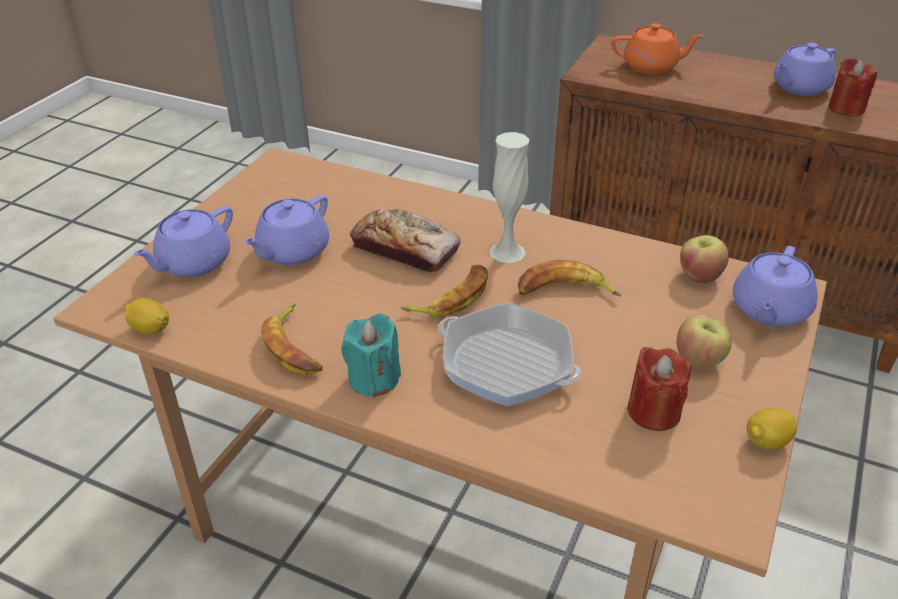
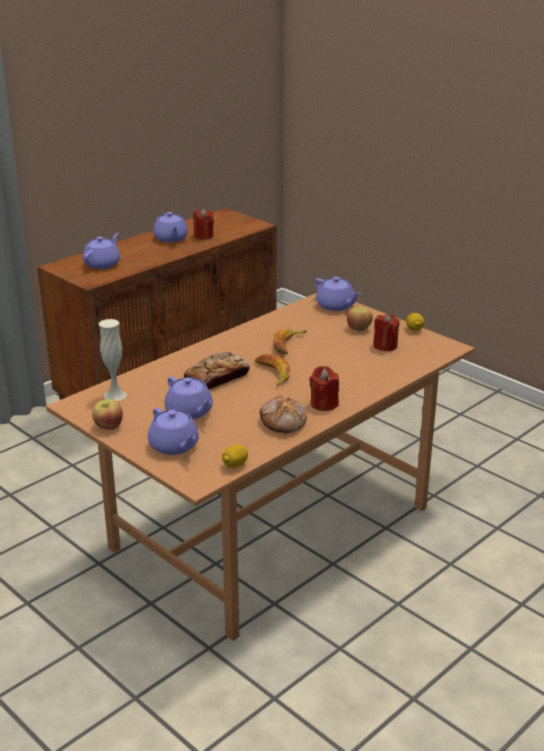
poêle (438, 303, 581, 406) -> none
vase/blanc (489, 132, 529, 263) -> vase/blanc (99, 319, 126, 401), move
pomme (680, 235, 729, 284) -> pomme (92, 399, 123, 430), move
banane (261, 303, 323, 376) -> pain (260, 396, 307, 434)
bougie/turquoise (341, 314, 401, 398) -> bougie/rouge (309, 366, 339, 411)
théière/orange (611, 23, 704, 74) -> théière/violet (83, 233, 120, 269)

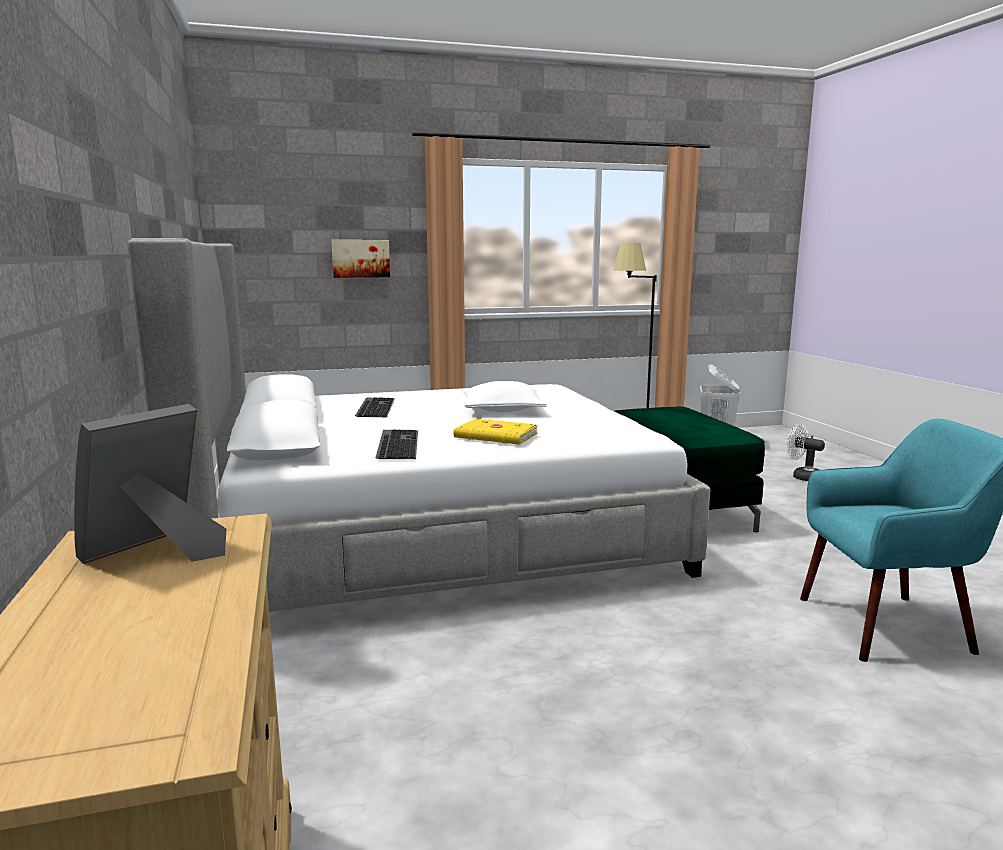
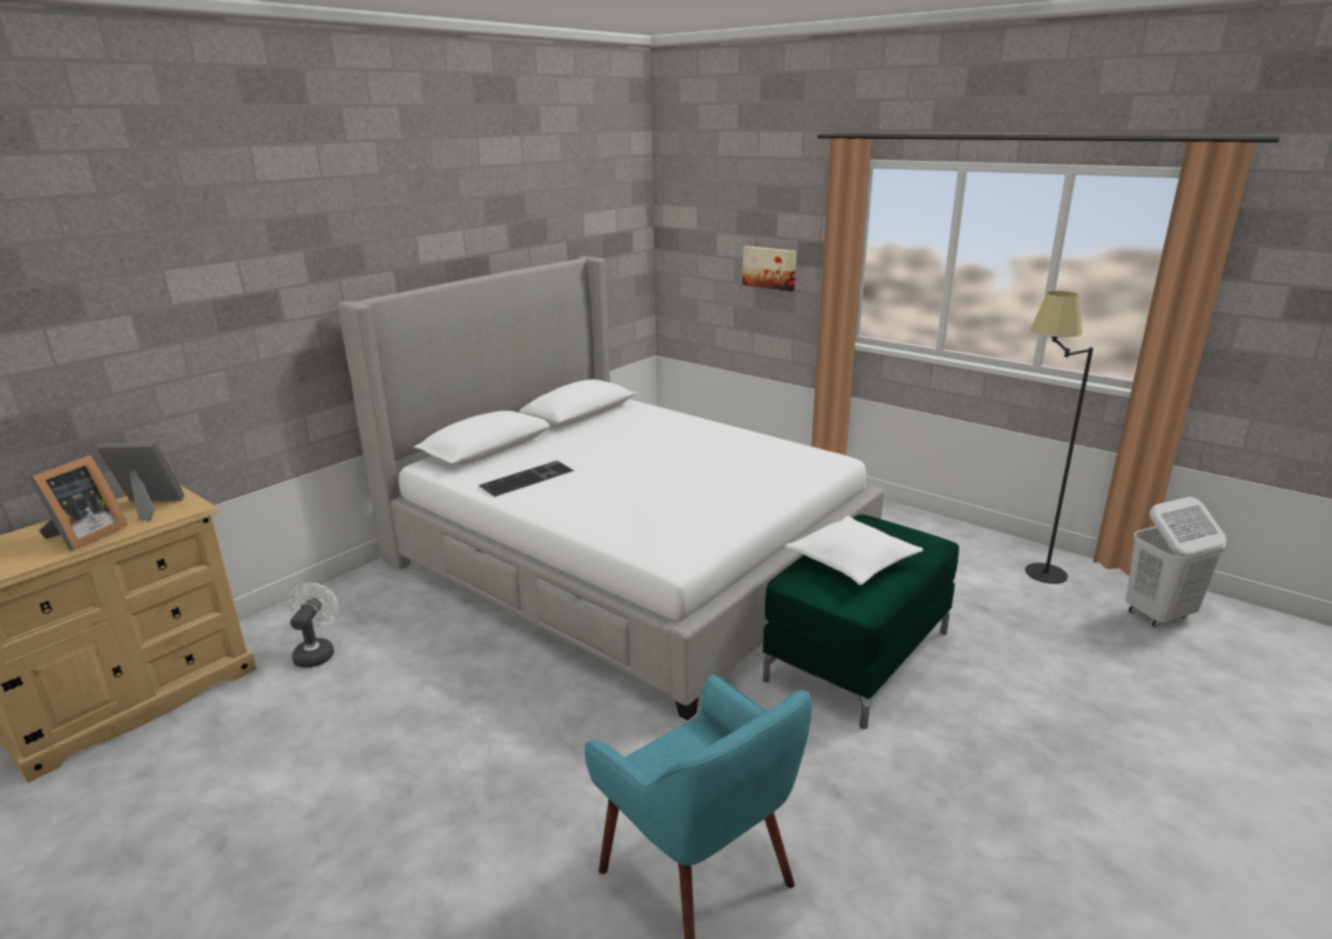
clavier (355, 397, 395, 417) -> none
livre/jaune (454, 419, 538, 445) -> none
none -> cadre photo (28, 455, 128, 551)
coussin/blanc (462, 381, 547, 412) -> coussin/blanc (785, 516, 923, 585), move
ventilateur/blanc (787, 424, 825, 481) -> ventilateur/blanc (289, 583, 339, 668), move

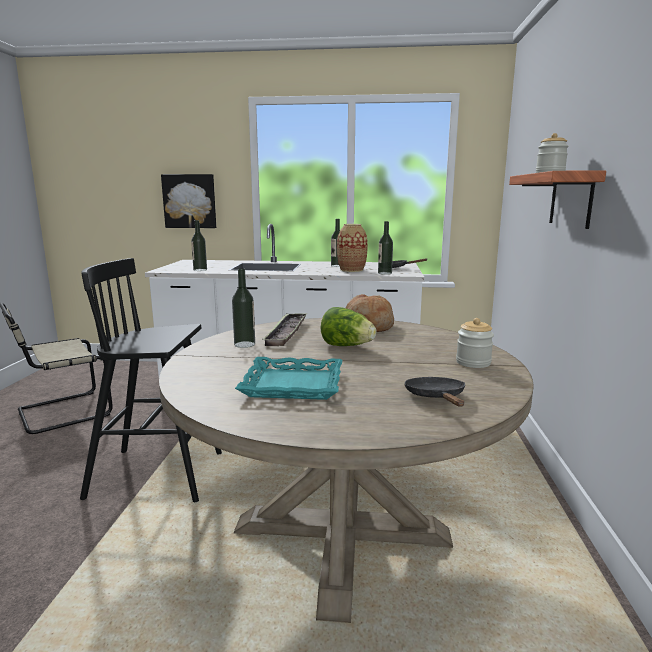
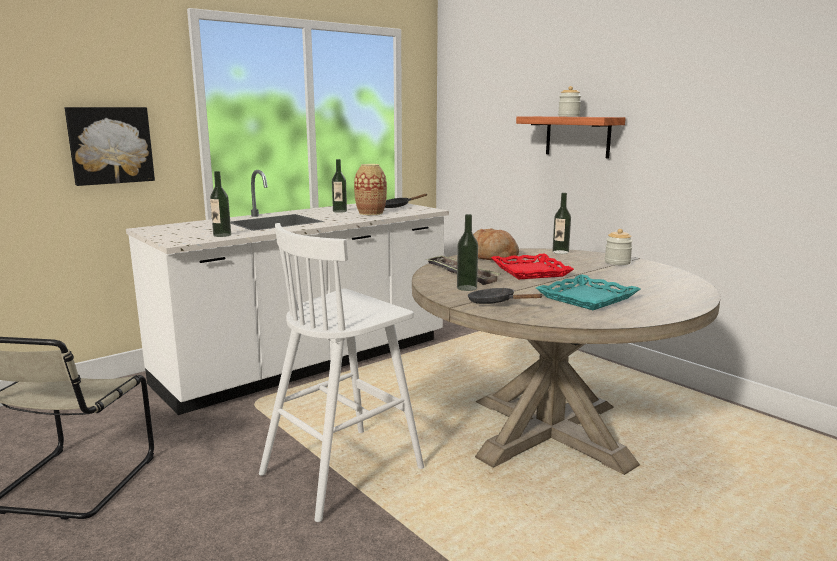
bouteille (378, 221, 393, 275) -> bouteille (552, 193, 571, 254), move
poêle/noir (404, 377, 465, 407) -> poêle/noir (468, 288, 542, 304), move
laitue (321, 307, 376, 346) -> plateau/rouge (491, 254, 574, 279)
tabouret/noir (80, 258, 222, 502) -> tabouret/blanc (259, 223, 424, 522)

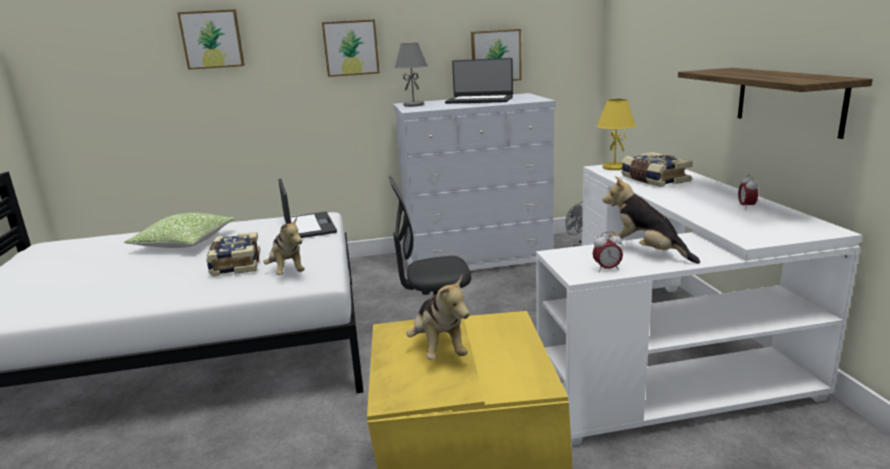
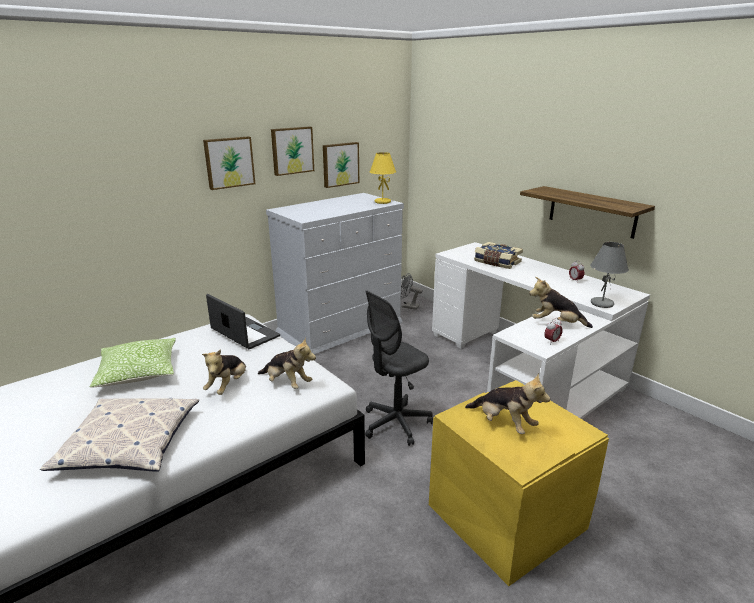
ordinateur portable (445, 58, 513, 104) -> none
none -> coussin (40, 398, 199, 472)
tableau (177, 9, 245, 70) -> tableau (271, 127, 314, 176), move
lampe de table/gris (395, 43, 428, 107) -> lampe de table/gris (590, 242, 629, 308), move
lampe de table/jaune (597, 99, 636, 170) -> lampe de table/jaune (370, 152, 396, 204), move
livre (206, 232, 260, 277) -> peluche (202, 349, 246, 395)

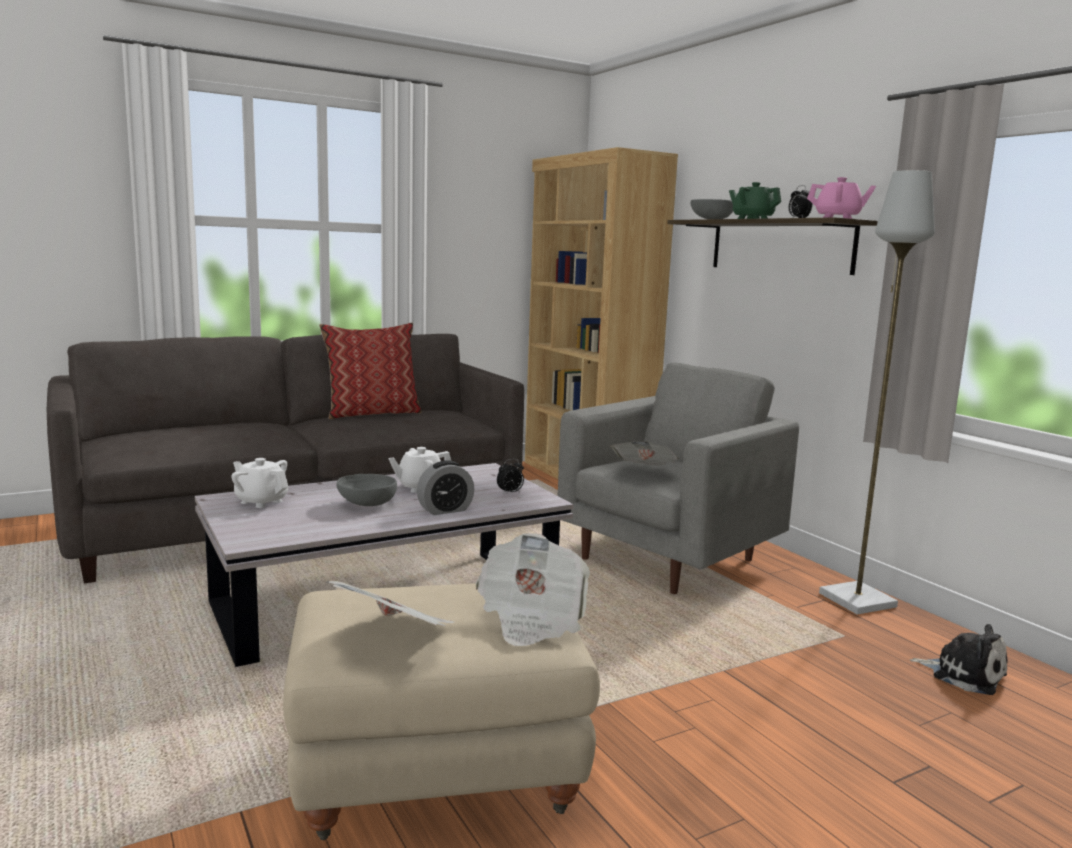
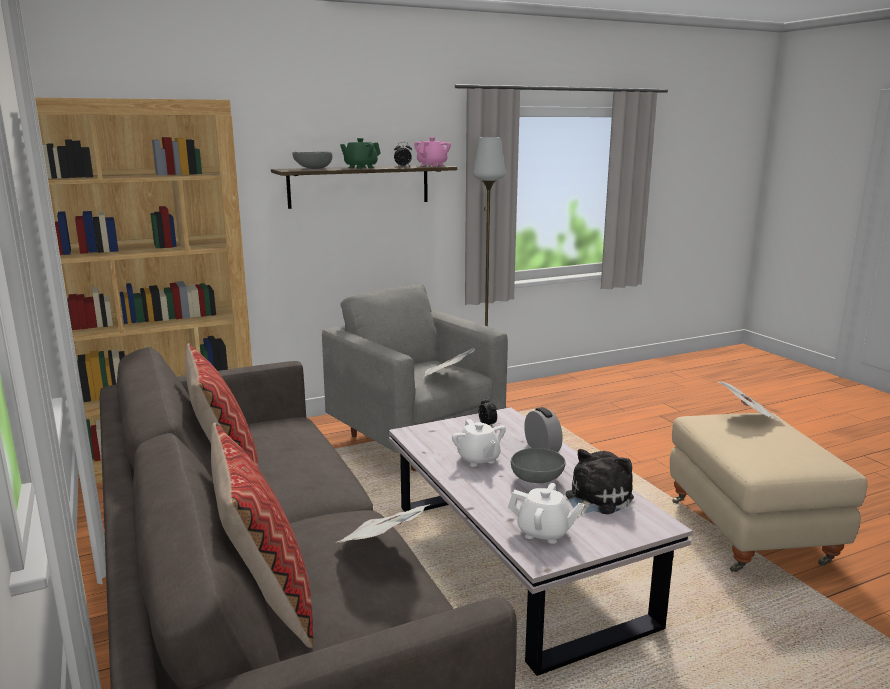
none -> coussin (211, 423, 314, 648)
journal (325, 581, 454, 626) -> journal (335, 504, 431, 543), move
peluche (910, 624, 1008, 695) -> peluche (565, 449, 634, 518), move
théière/blanc (231, 458, 288, 508) -> théière/blanc (508, 483, 584, 544), 105 degrees counterclockwise

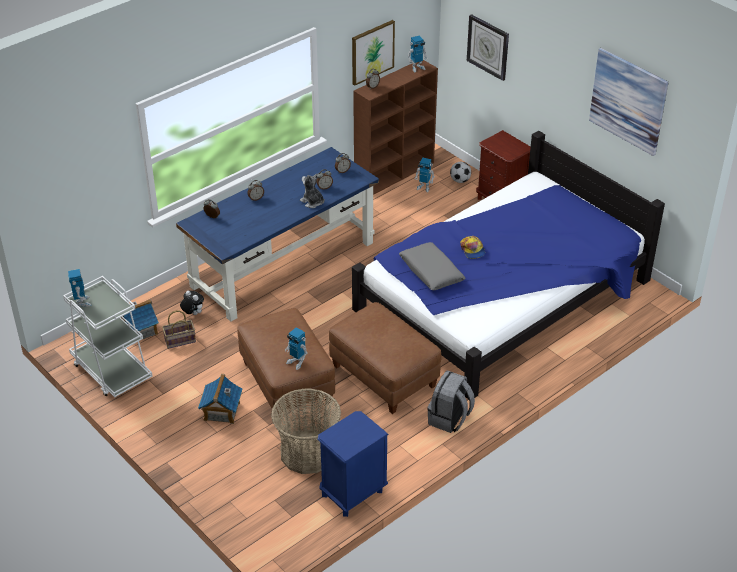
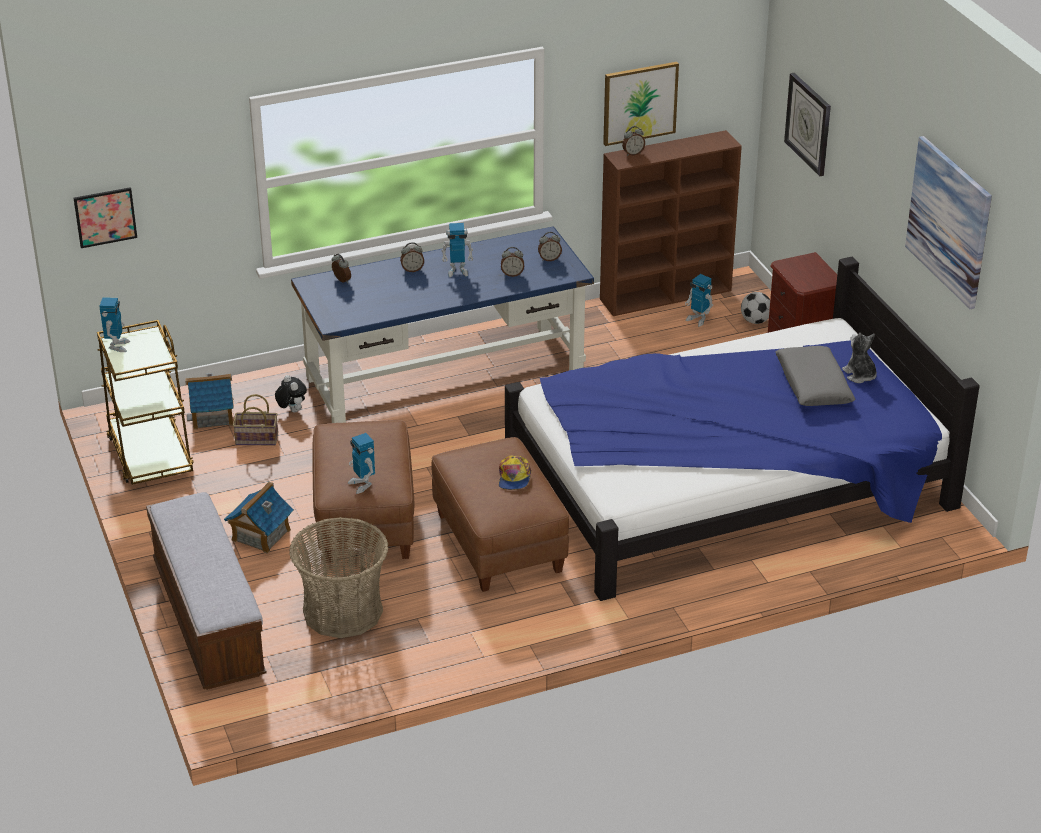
table de chevet/bleu (318, 411, 389, 517) -> none
sac à dos/gris (427, 370, 475, 433) -> none
none -> tableau (74, 187, 137, 248)
none -> banc (146, 492, 267, 690)
peluche (300, 174, 325, 208) -> peluche (842, 333, 877, 383), move
coussin/gris (399, 242, 466, 290) -> coussin/gris (776, 346, 856, 406), move
robot jouet (408, 36, 428, 72) -> robot jouet (442, 223, 473, 277), move
casquette (460, 236, 485, 259) -> casquette (499, 455, 532, 490), move
chariot/blanc (63, 276, 152, 398) -> chariot/marron (97, 320, 194, 485)

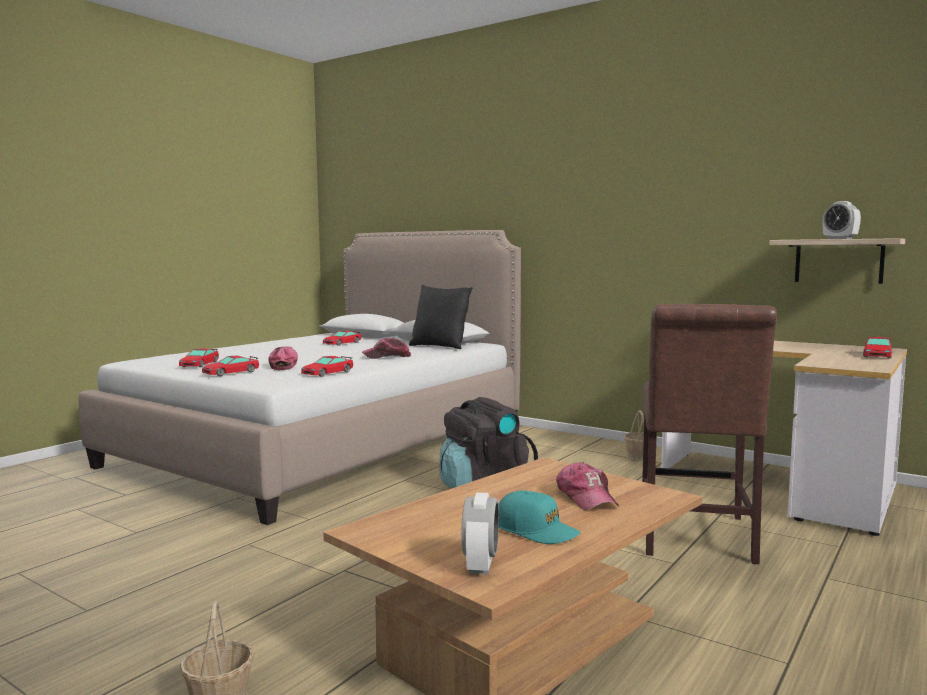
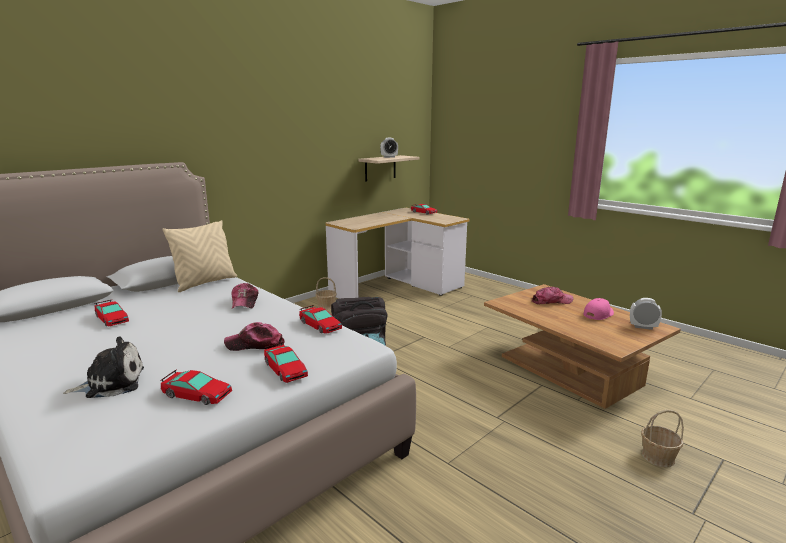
chaise/marron (642, 304, 777, 564) -> none
none -> peluche (63, 336, 144, 398)
coussin/noir (409, 285, 472, 349) -> coussin/beige (162, 220, 237, 292)
casquette/turquoise (498, 490, 581, 544) -> casquette/rose (583, 298, 614, 320)

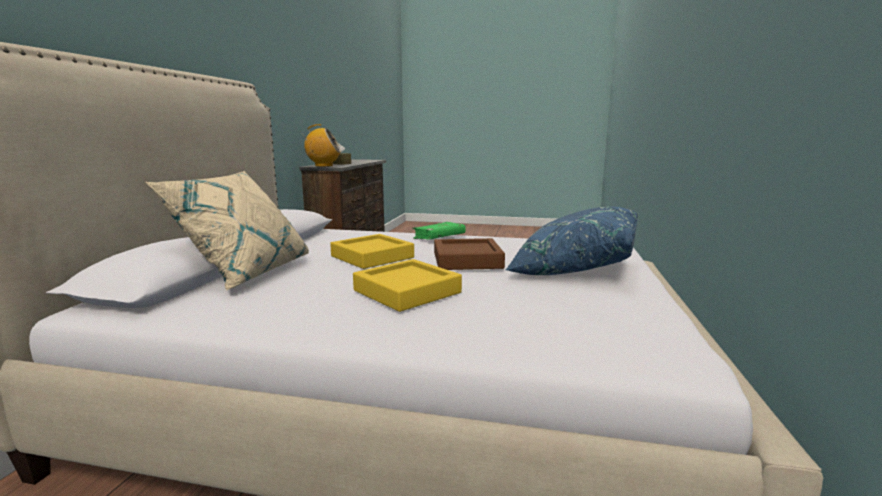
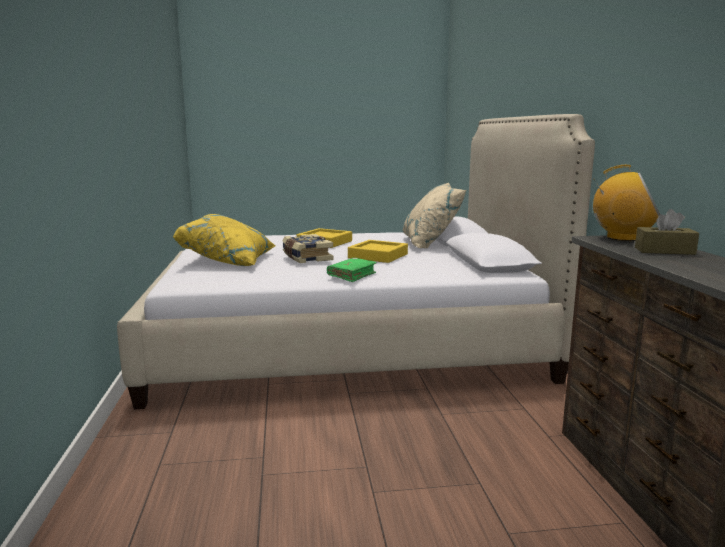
plateau/marron (434, 238, 505, 270) -> livre (283, 234, 334, 263)
coussin/bleu (506, 206, 638, 275) -> coussin/jaune (173, 214, 275, 266)
radio (303, 124, 341, 167) -> radio (593, 165, 660, 241), 135 degrees counterclockwise

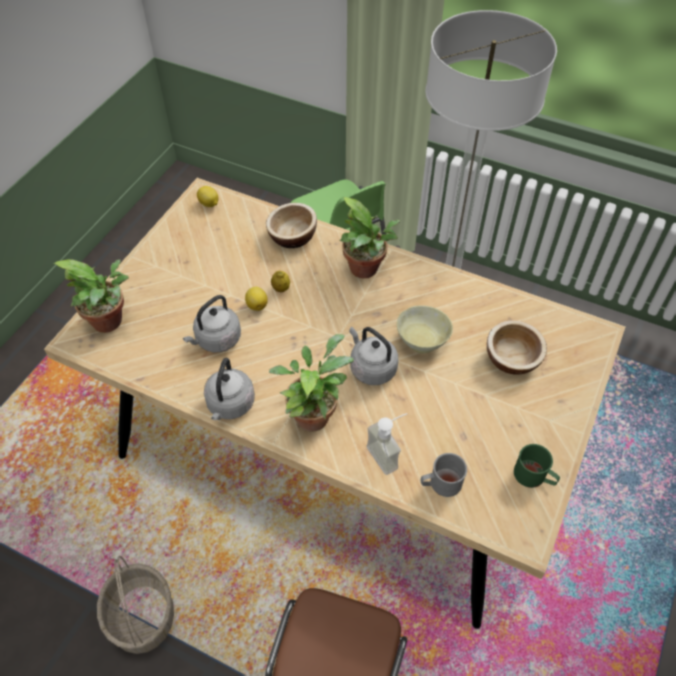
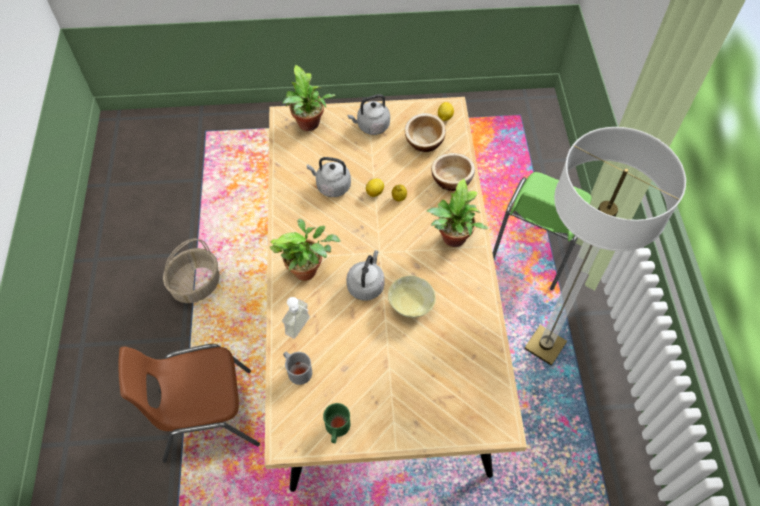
bouilloire/gris (204, 358, 255, 420) -> bouilloire/gris (348, 94, 390, 135), move
bol (487, 320, 547, 375) -> bol (405, 113, 446, 152), move

